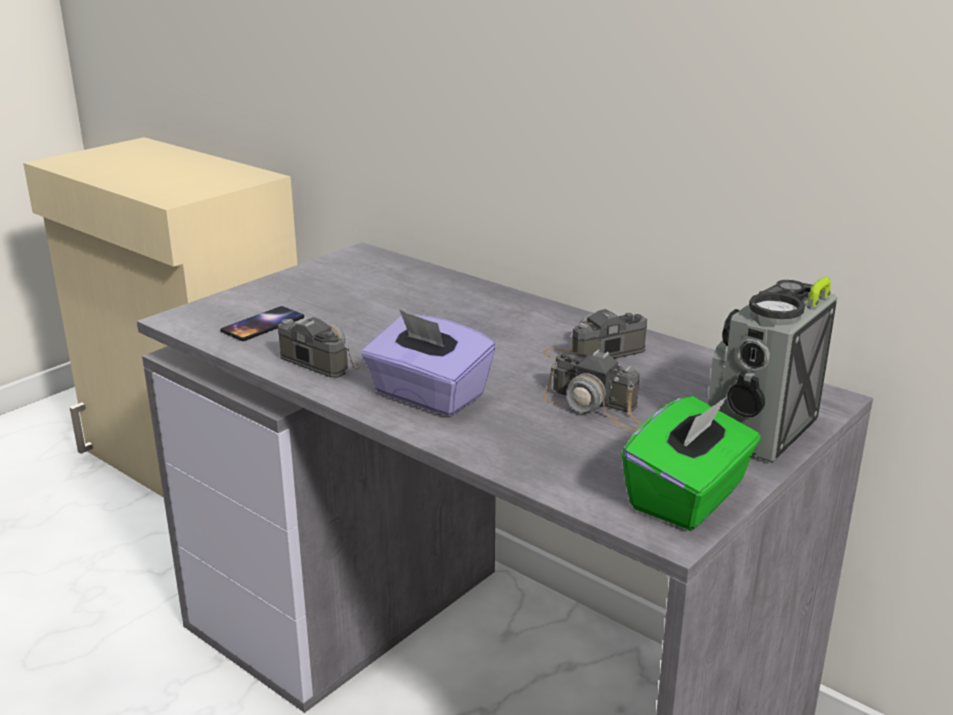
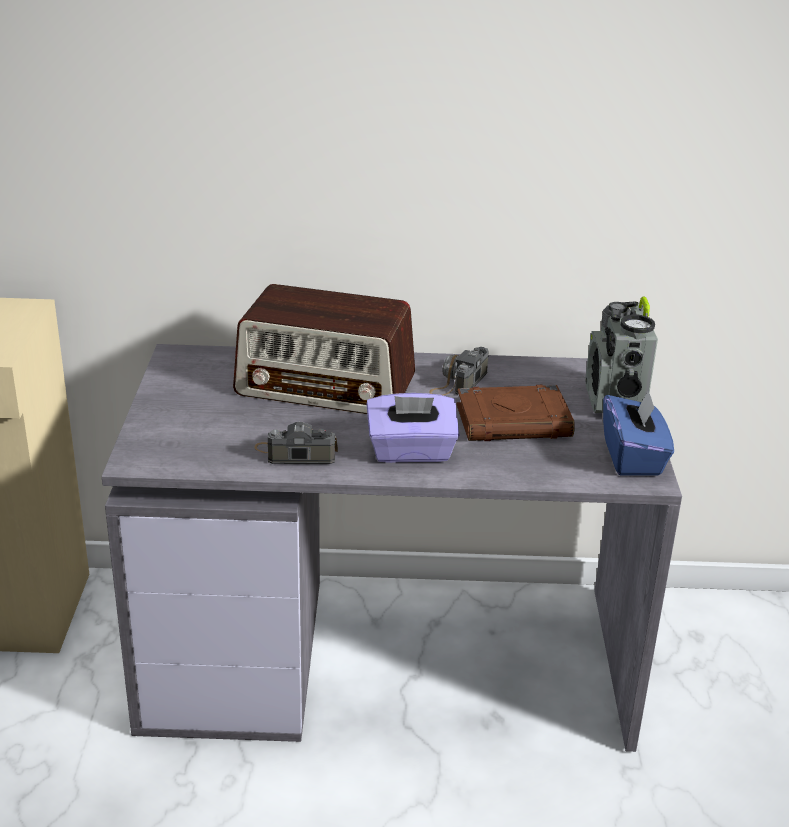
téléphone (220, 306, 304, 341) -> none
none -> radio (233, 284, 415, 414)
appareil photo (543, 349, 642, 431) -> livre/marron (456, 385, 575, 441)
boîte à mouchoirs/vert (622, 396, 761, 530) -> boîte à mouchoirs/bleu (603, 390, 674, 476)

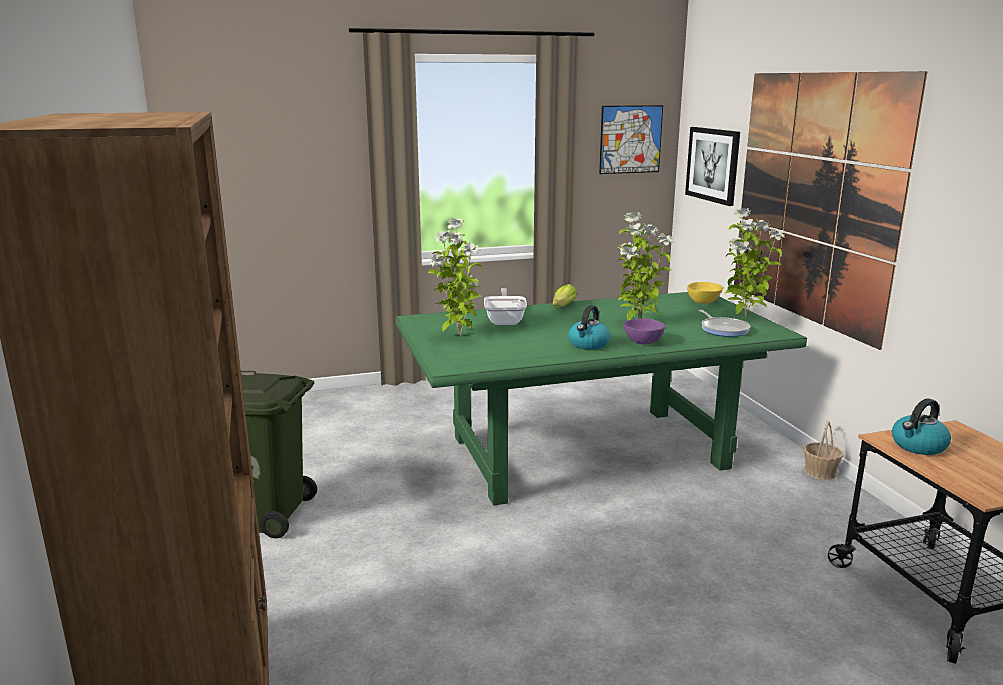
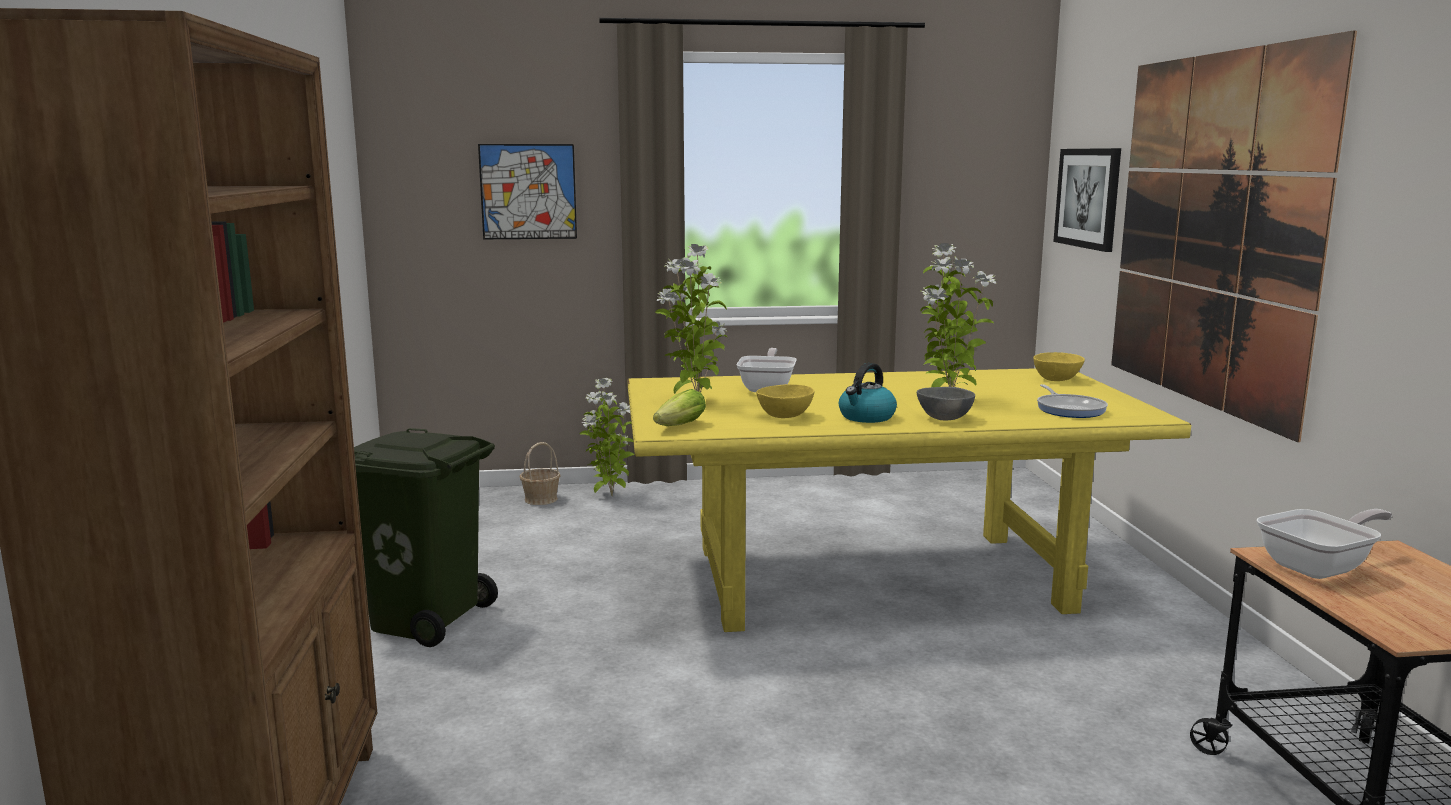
none -> bol/jaune (756, 384, 814, 418)
laitue (553, 284, 577, 307) -> laitue (653, 389, 706, 426), move
tableau (599, 105, 663, 174) -> tableau (478, 144, 577, 239), move
plante en pot (725, 208, 785, 317) -> plante en pot (580, 378, 634, 496), move
panier (803, 421, 844, 480) -> panier (519, 442, 561, 505), move
bouilloire (892, 398, 951, 455) -> poêle (1256, 509, 1392, 579)
table à manger/vert (396, 292, 807, 505) -> table à manger/jaune (628, 368, 1191, 632)
bol/violet (623, 319, 665, 344) -> bol/gris (917, 387, 975, 420)

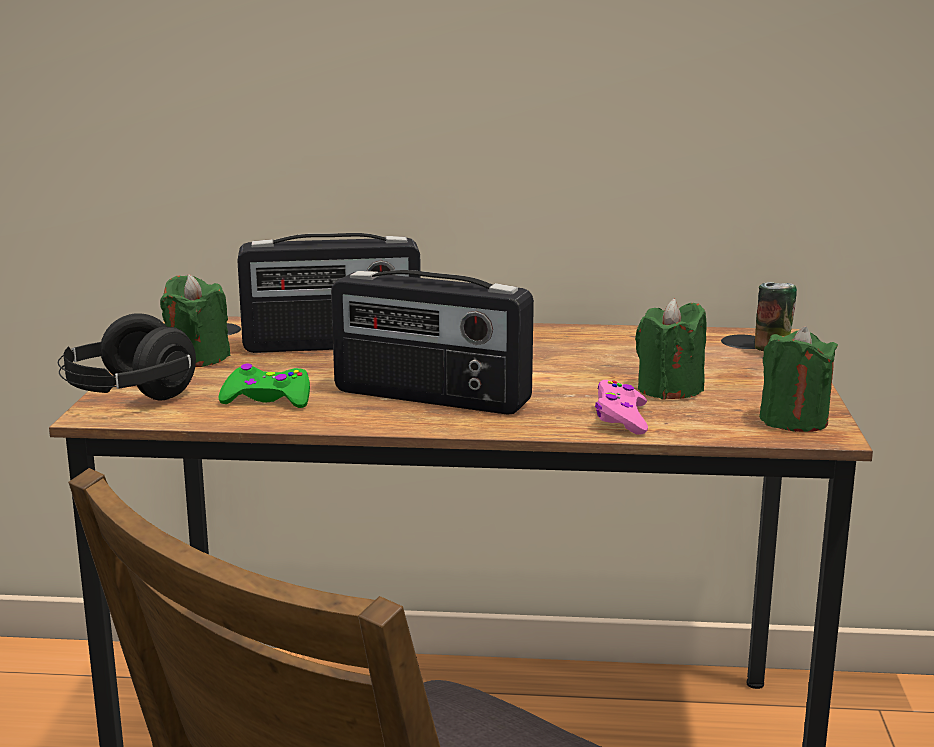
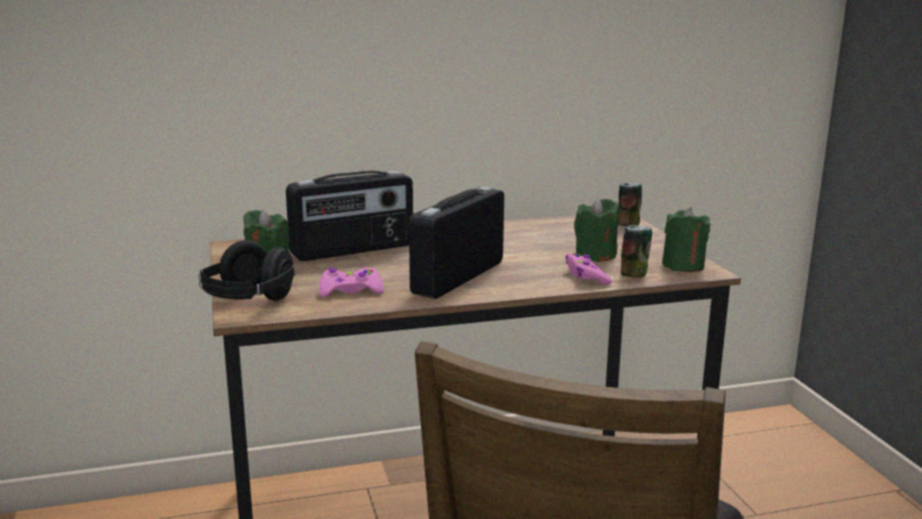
none -> boîte métallique (621, 225, 652, 278)
manette/vert (218, 364, 310, 408) -> manette/rose (319, 267, 384, 298)
radio (331, 270, 534, 415) -> radio (409, 187, 504, 299), 120 degrees clockwise

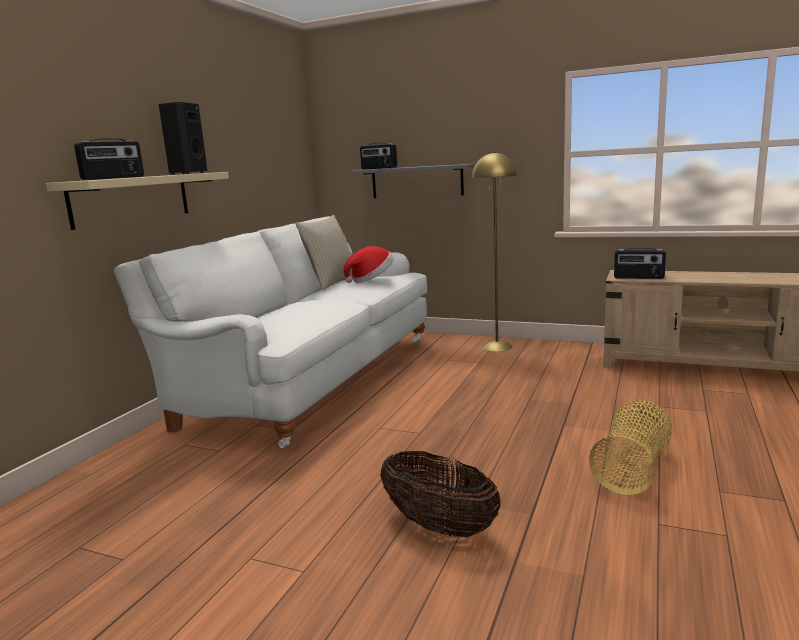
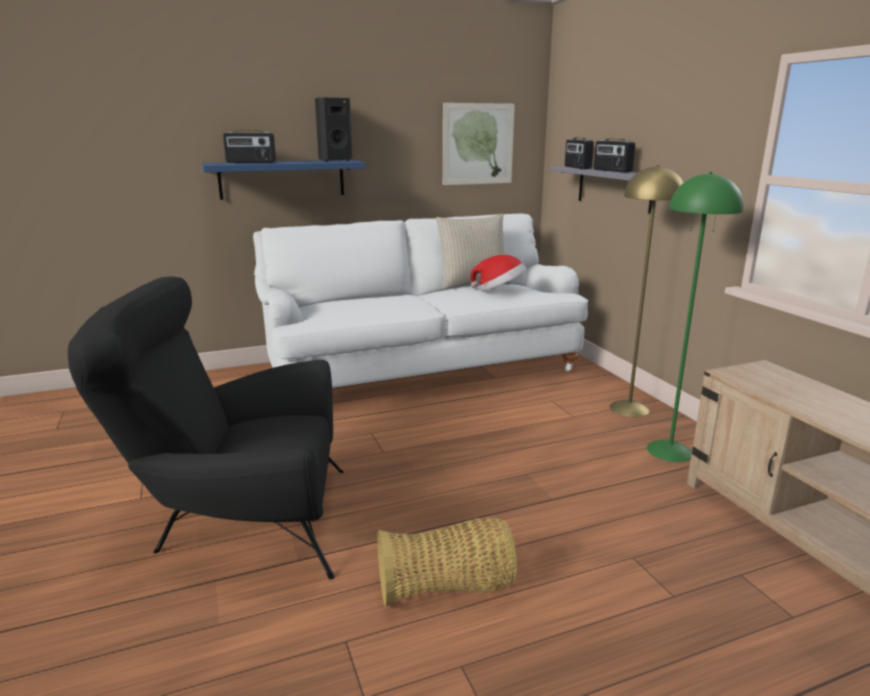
none -> tableau (443, 103, 515, 185)
none -> lampadaire/vert (647, 172, 744, 462)
radio (614, 248, 666, 279) -> radio (594, 139, 635, 173), move
panier (380, 451, 501, 537) -> fauteuil/noir (68, 277, 344, 580)
étagère/beige (46, 172, 229, 230) -> étagère/bleu (202, 160, 365, 200)

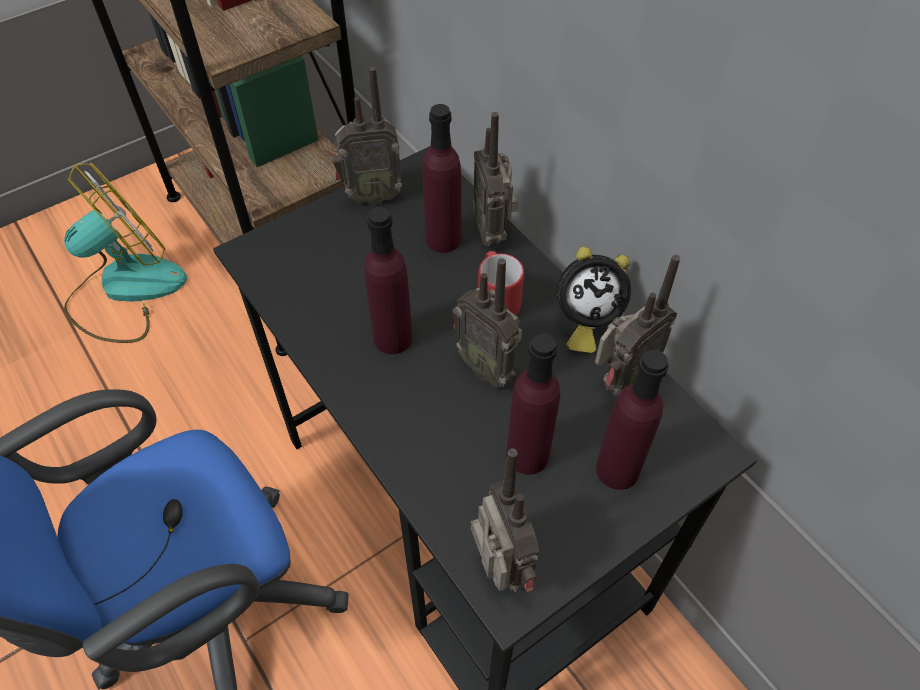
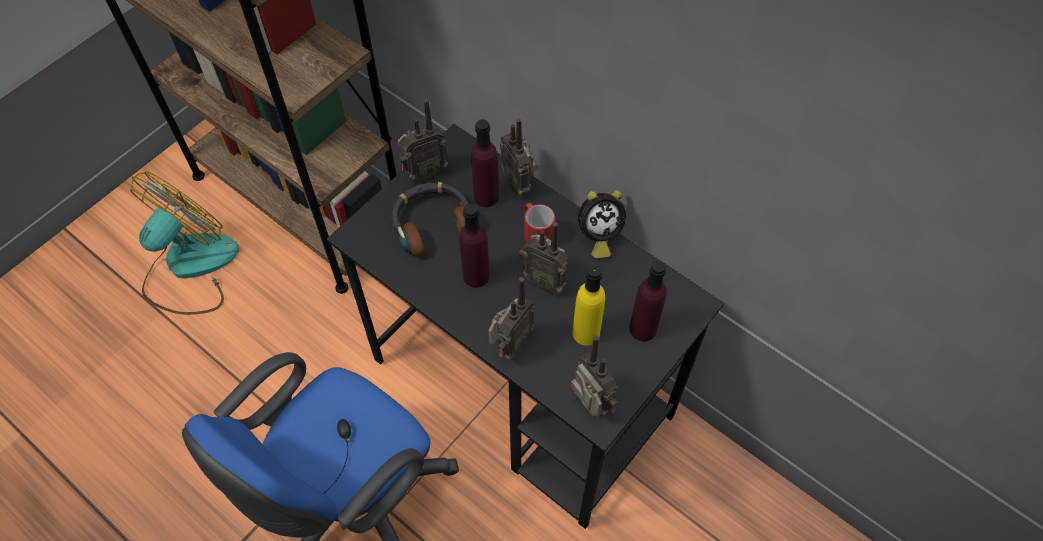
none -> casque audio (391, 182, 468, 257)
radio (595, 255, 680, 397) -> radio (488, 277, 534, 360), move
bouteille/violet (506, 333, 560, 475) -> bouteille/jaune (573, 265, 605, 346)

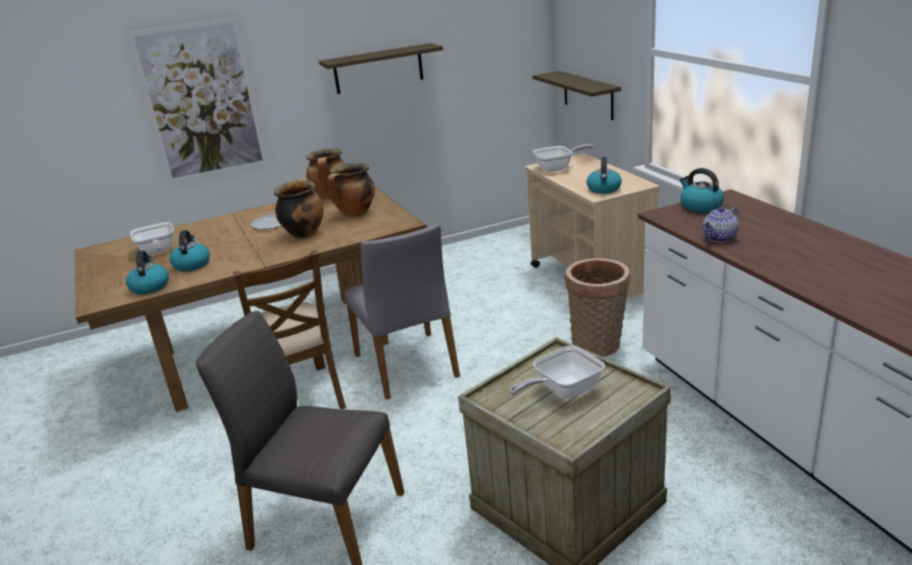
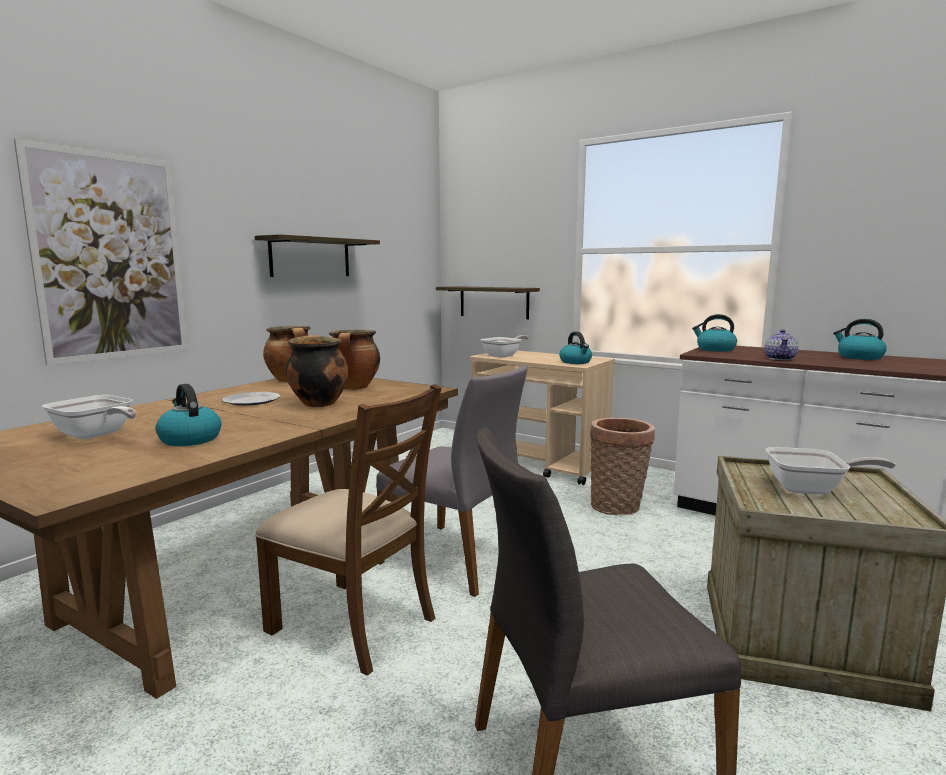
bouilloire (126, 251, 169, 294) -> bouilloire (833, 319, 887, 360), move
poêle (509, 346, 605, 399) -> poêle (765, 447, 896, 495), 105 degrees counterclockwise

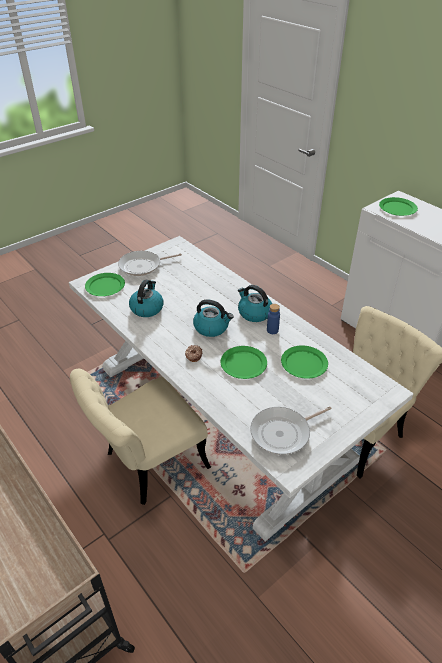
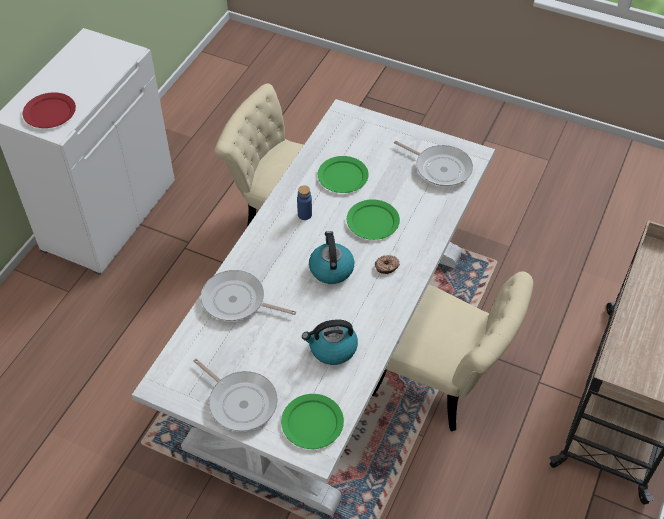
bouilloire (238, 285, 272, 322) -> none
none -> poêle (201, 270, 296, 321)
assiette/vert (379, 197, 418, 216) -> assiette/rouge (23, 92, 76, 128)

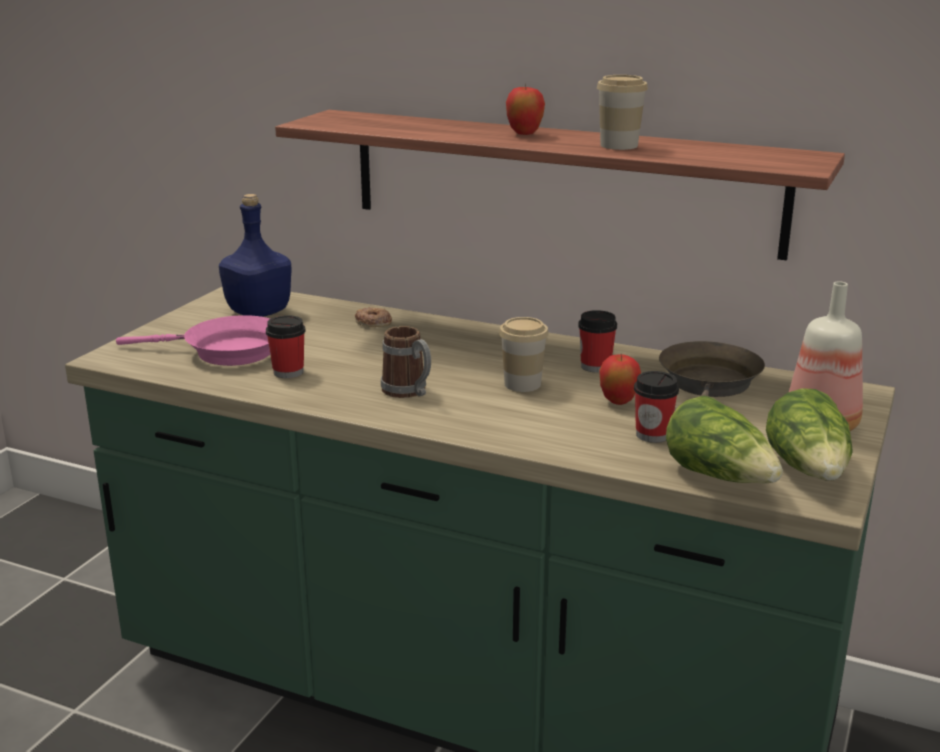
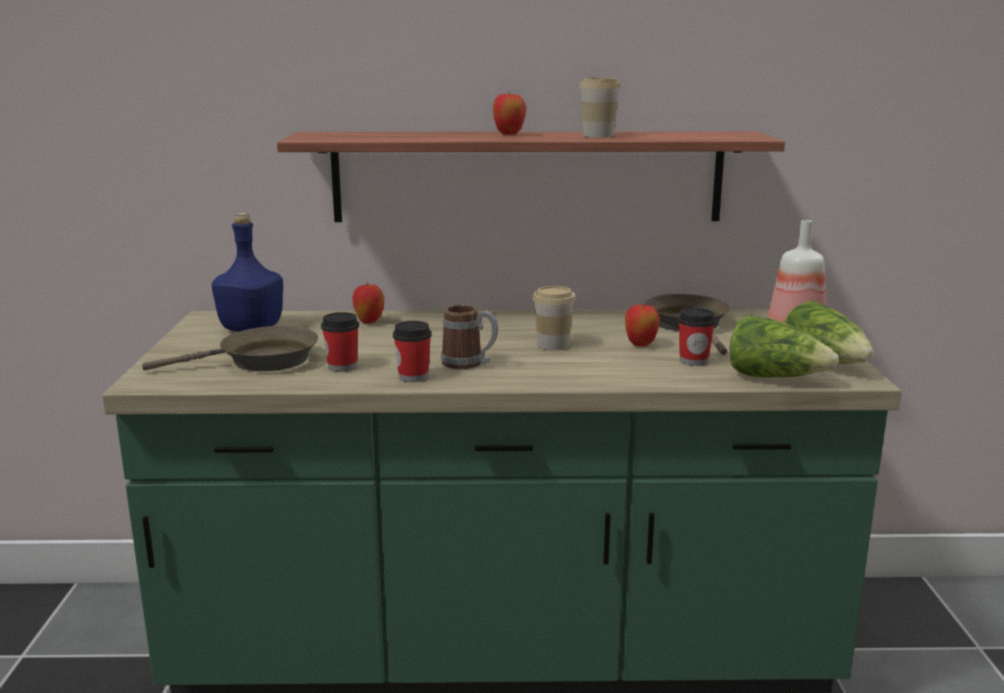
tasse (578, 310, 617, 373) -> tasse (393, 321, 432, 382), move
beignet (355, 307, 392, 327) -> pomme (352, 282, 384, 324)
poêle/rose (116, 315, 270, 366) -> poêle/marron (142, 326, 318, 371)

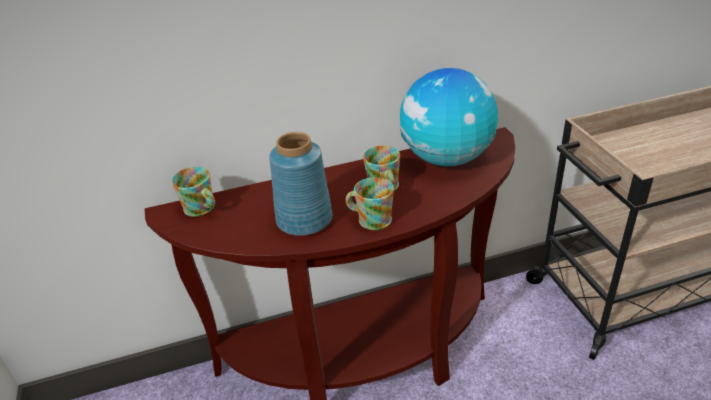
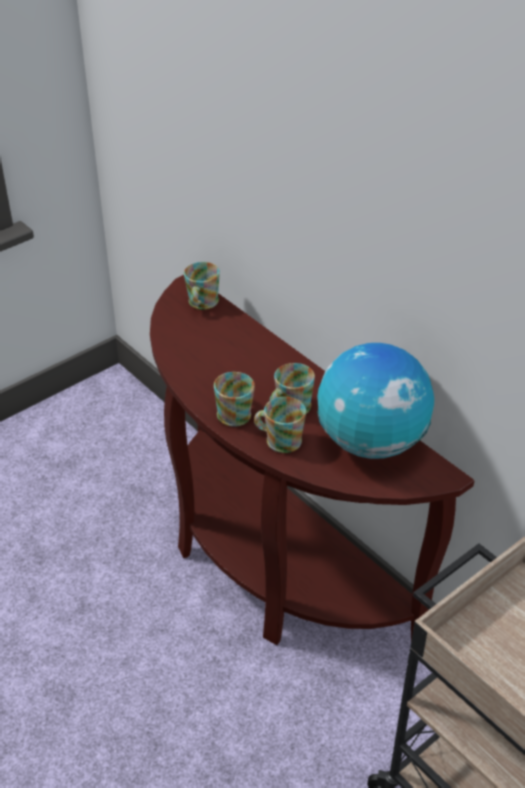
vase/bleu (269, 132, 332, 236) -> none
none -> mug (254, 397, 306, 453)

